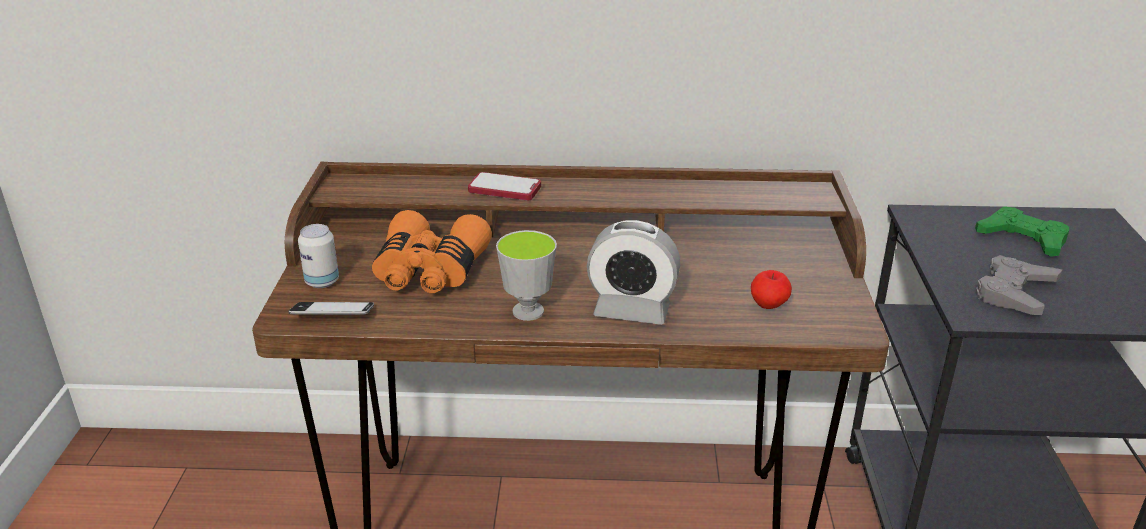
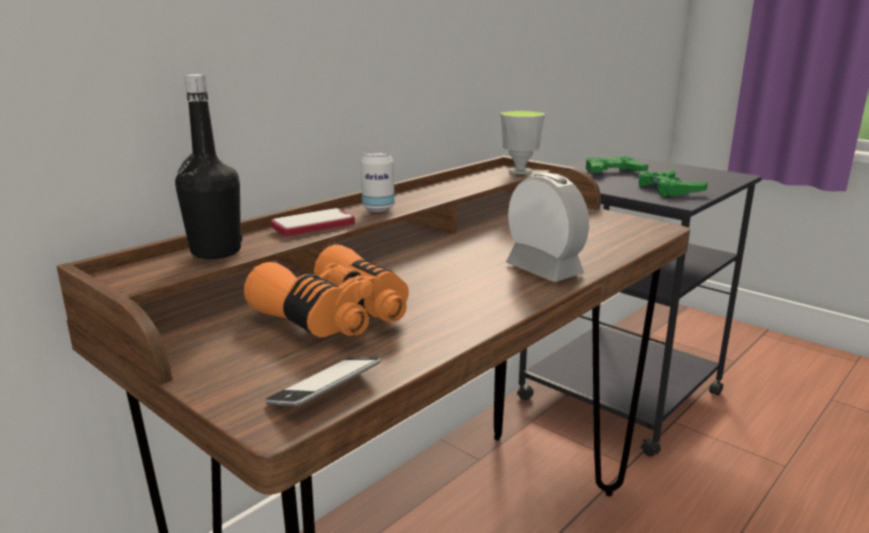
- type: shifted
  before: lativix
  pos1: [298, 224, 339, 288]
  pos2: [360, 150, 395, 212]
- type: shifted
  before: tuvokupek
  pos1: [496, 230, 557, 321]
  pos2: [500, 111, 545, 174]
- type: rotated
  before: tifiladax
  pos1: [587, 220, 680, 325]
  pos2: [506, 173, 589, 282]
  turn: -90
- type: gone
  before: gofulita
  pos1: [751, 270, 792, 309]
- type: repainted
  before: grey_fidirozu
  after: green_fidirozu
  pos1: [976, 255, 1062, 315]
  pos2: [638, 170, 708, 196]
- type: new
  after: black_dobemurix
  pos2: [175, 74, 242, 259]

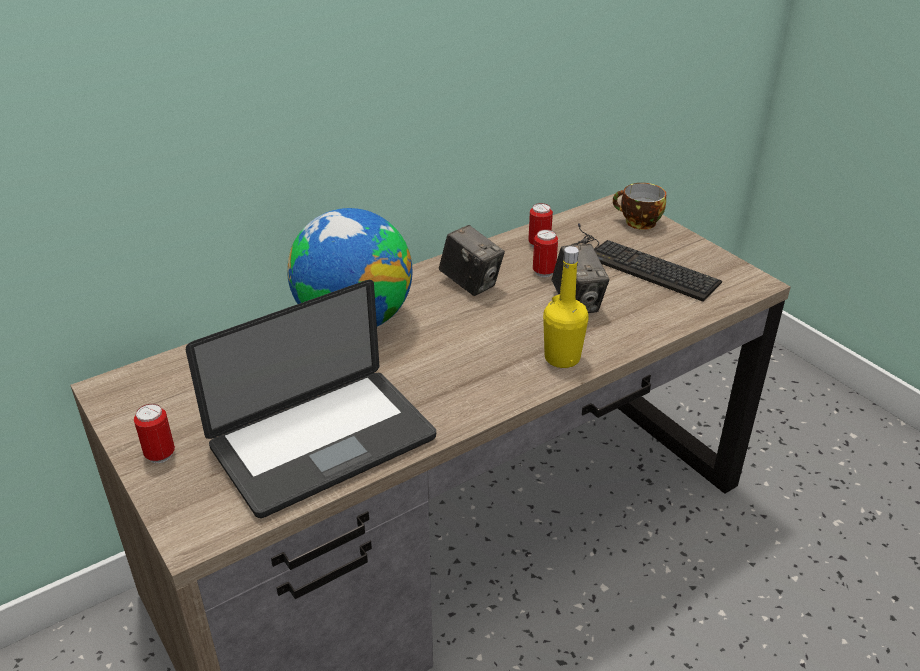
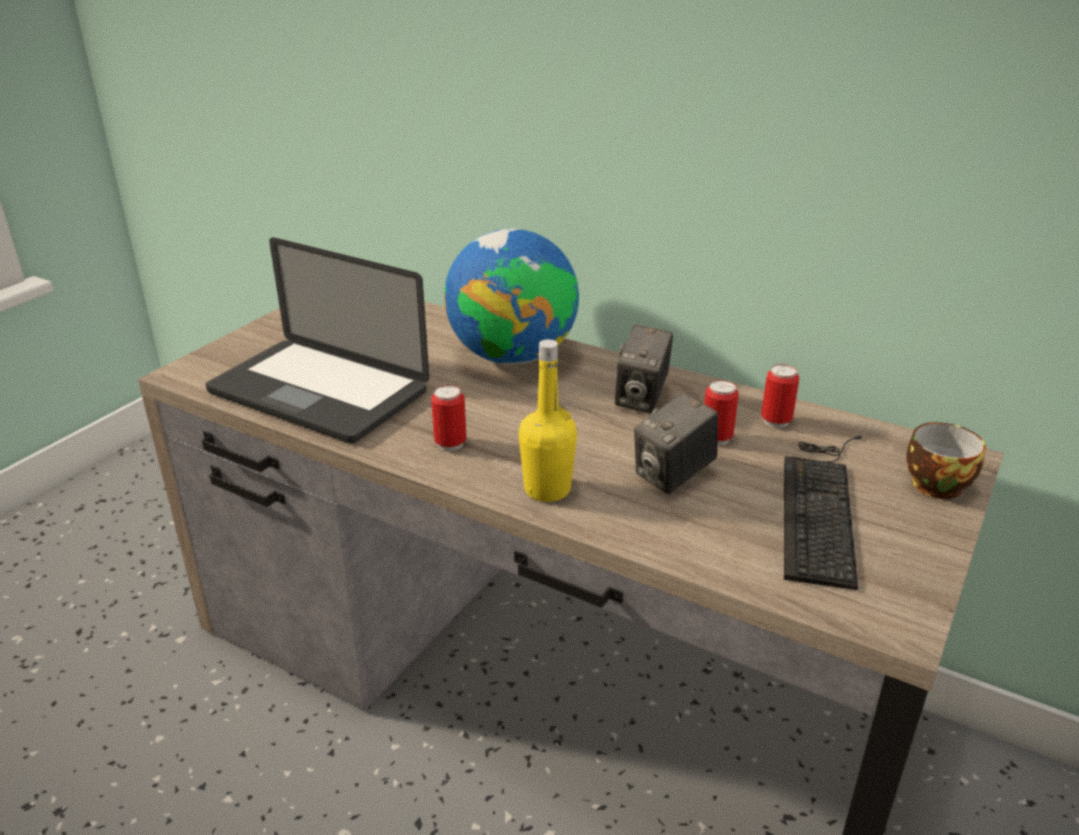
- type: shifted
  before: lativix
  pos1: [134, 404, 175, 463]
  pos2: [431, 385, 466, 451]

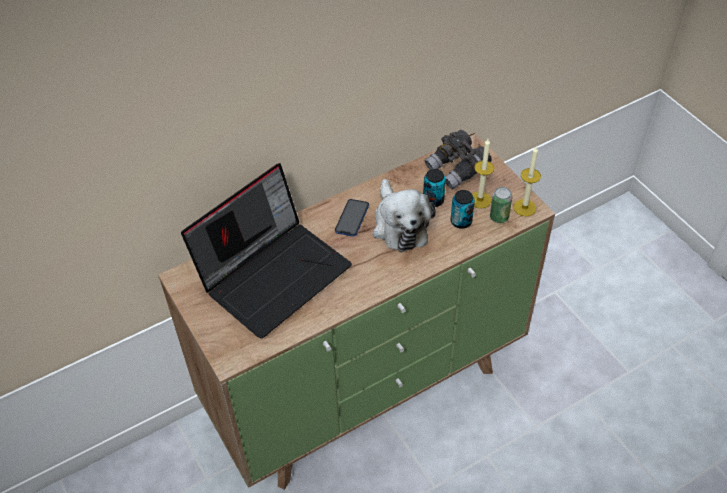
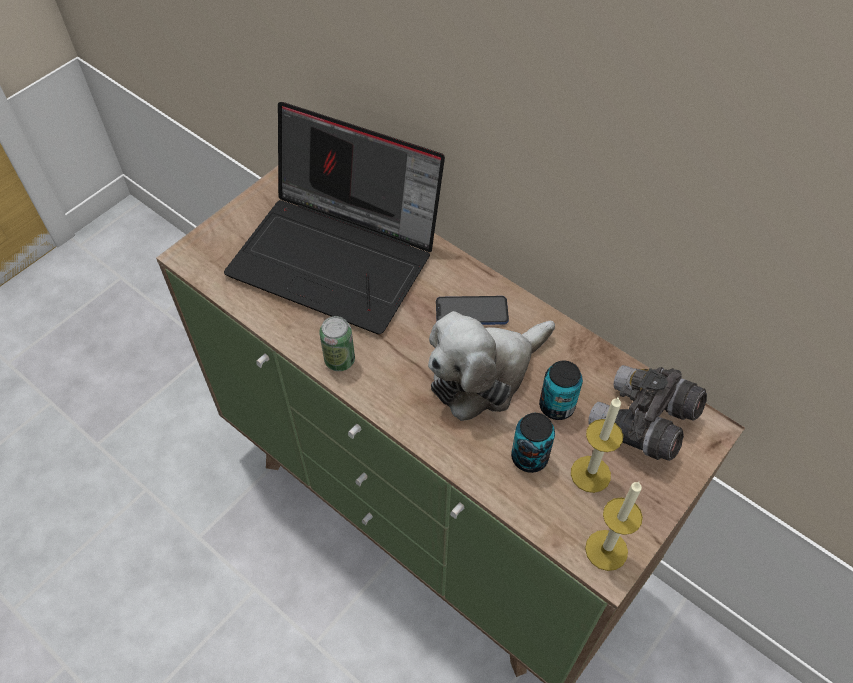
- type: shifted
  before: lativix
  pos1: [490, 187, 512, 223]
  pos2: [319, 316, 355, 371]

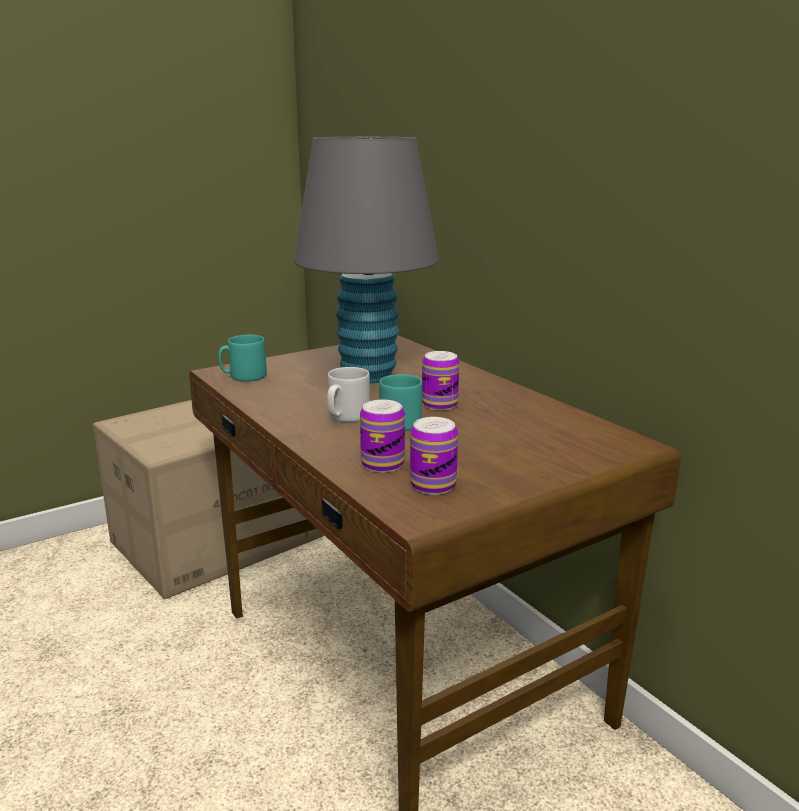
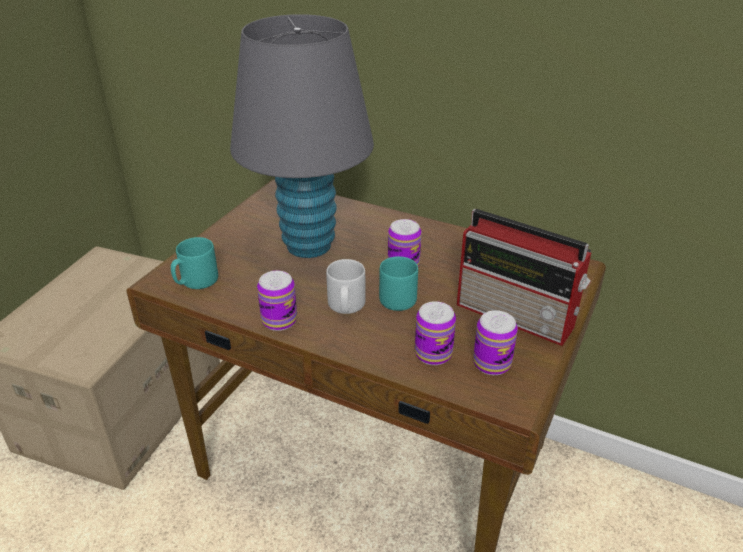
- type: new
  after: lativix
  pos2: [257, 270, 297, 331]
- type: new
  after: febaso
  pos2: [457, 209, 591, 346]

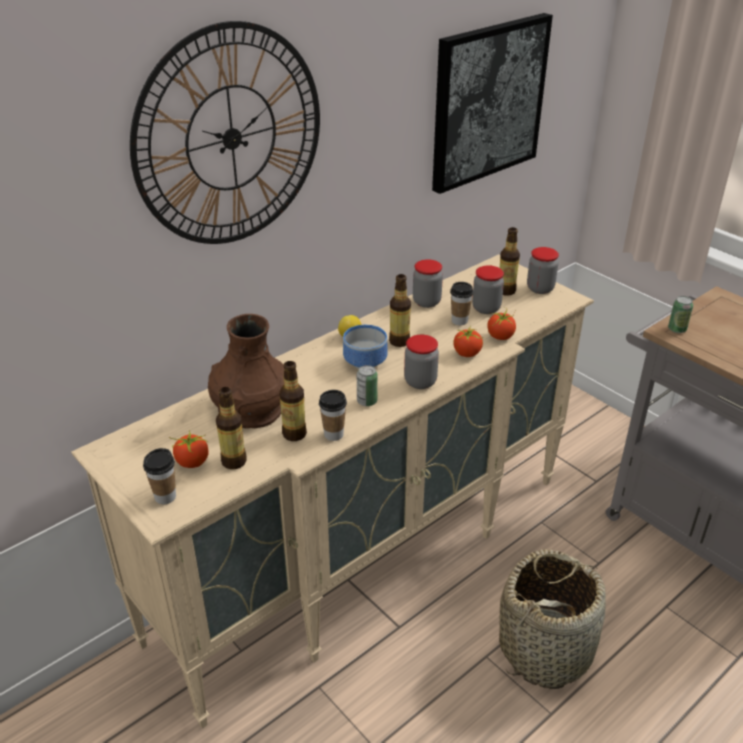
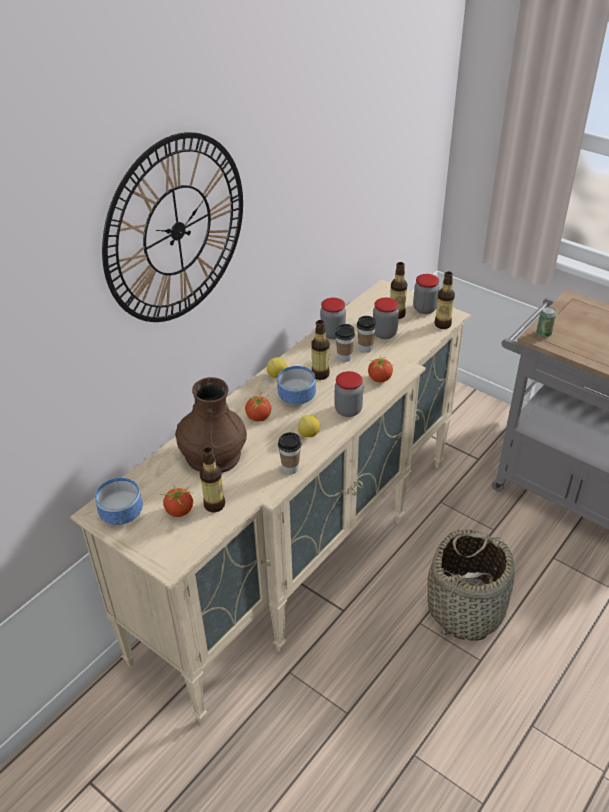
- type: shifted
  before: tuvokupek
  pos1: [143, 448, 176, 504]
  pos2: [335, 324, 355, 362]
- type: shifted
  before: dobemurix
  pos1: [279, 361, 307, 441]
  pos2: [434, 271, 455, 329]
- type: swapped
  before: lativix
  after: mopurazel
  pos1: [357, 365, 378, 406]
  pos2: [298, 415, 320, 437]
- type: gone
  before: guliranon
  pos1: [432, 13, 553, 194]
- type: shifted
  before: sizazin
  pos1: [487, 307, 516, 340]
  pos2: [245, 390, 271, 421]
- type: new
  after: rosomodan
  pos2: [95, 478, 143, 525]

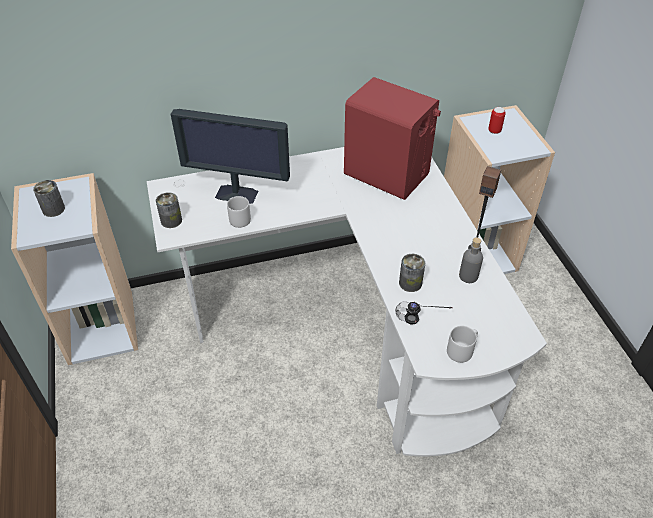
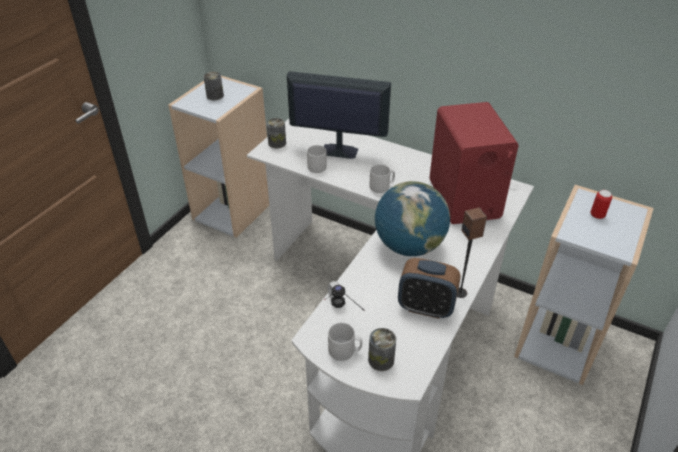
- type: rotated
  before: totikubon
  pos1: [171, 109, 290, 204]
  pos2: [287, 71, 391, 159]
  turn: 135
- type: shifted
  before: lativix
  pos1: [399, 254, 425, 292]
  pos2: [368, 328, 396, 371]
- type: swapped
  before: grey_dobemurix
  after: tifiladax
  pos1: [459, 237, 483, 283]
  pos2: [398, 258, 461, 319]
- type: new
  after: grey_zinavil
  pos2: [369, 164, 395, 193]
- type: new
  after: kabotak
  pos2: [375, 181, 450, 256]

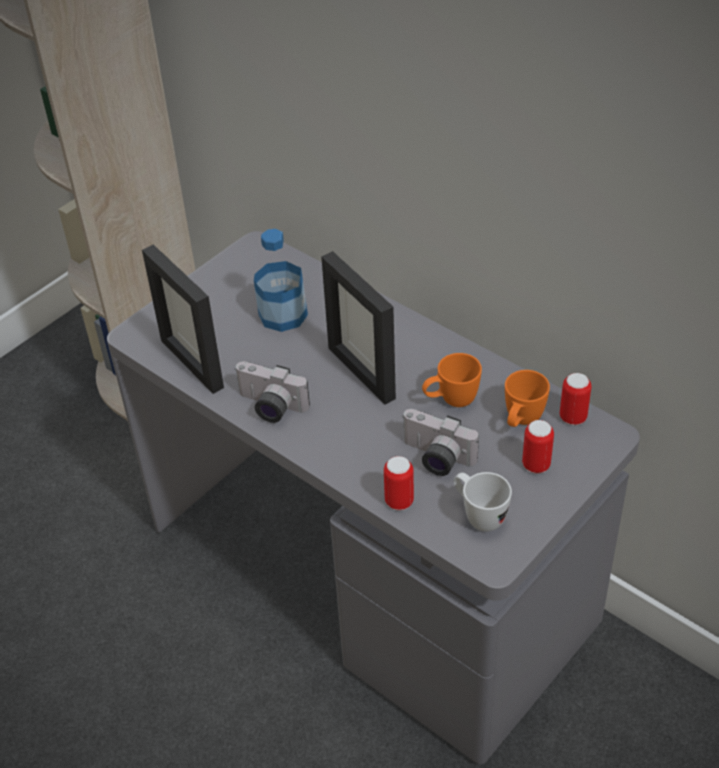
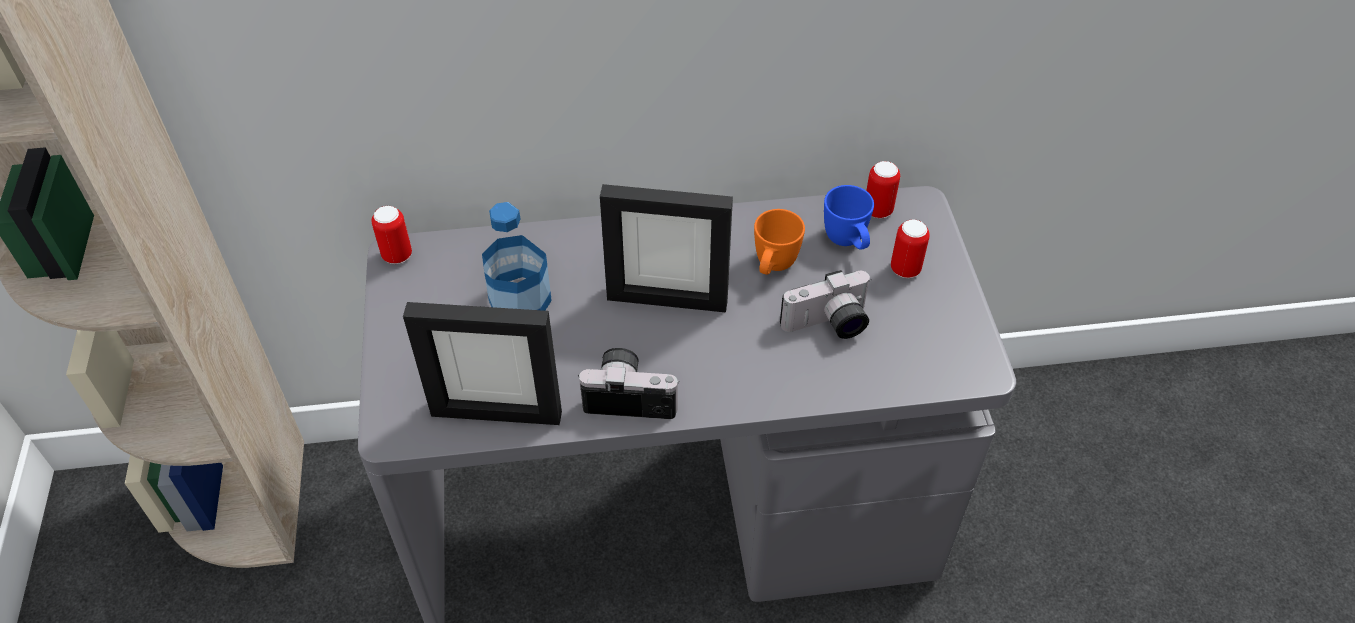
- type: rotated
  before: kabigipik
  pos1: [234, 361, 310, 423]
  pos2: [578, 348, 680, 419]
  turn: -150
- type: shifted
  before: lativix
  pos1: [384, 456, 414, 510]
  pos2: [372, 206, 412, 264]
- type: gone
  before: white_zinavil
  pos1: [453, 472, 512, 531]
- type: repainted
  before: orange_zinavil
  after: blue_zinavil
  pos1: [505, 370, 550, 427]
  pos2: [824, 185, 874, 250]

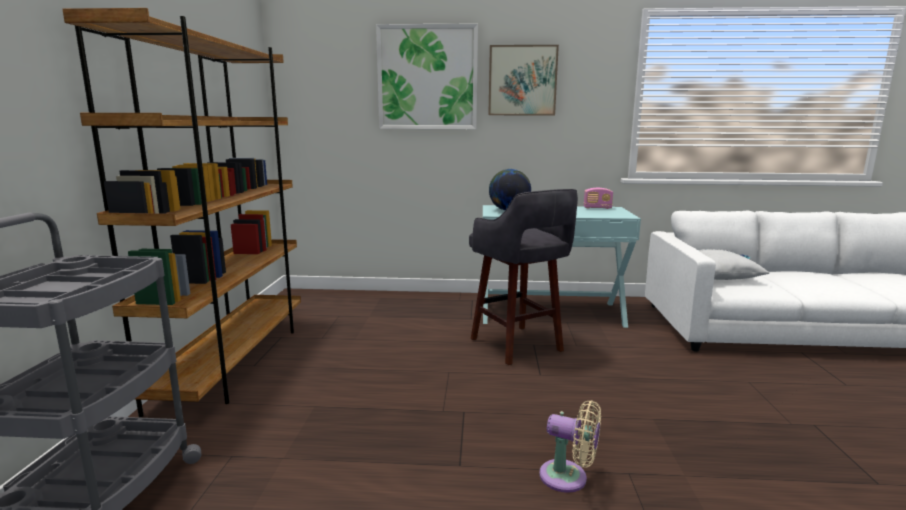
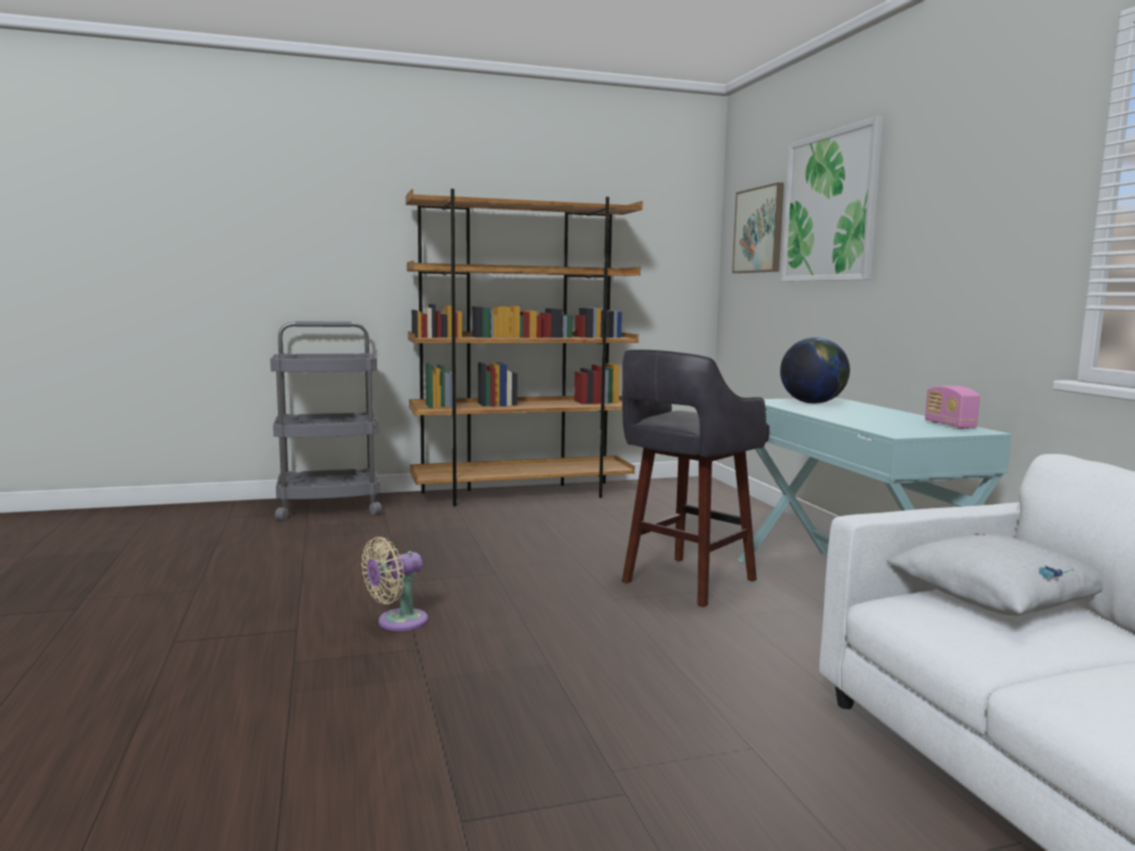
- type: shifted
  before: guliranon
  pos1: [488, 45, 559, 116]
  pos2: [732, 182, 784, 273]
- type: rotated
  before: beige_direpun
  pos1: [539, 400, 601, 493]
  pos2: [361, 537, 428, 631]
  turn: 45

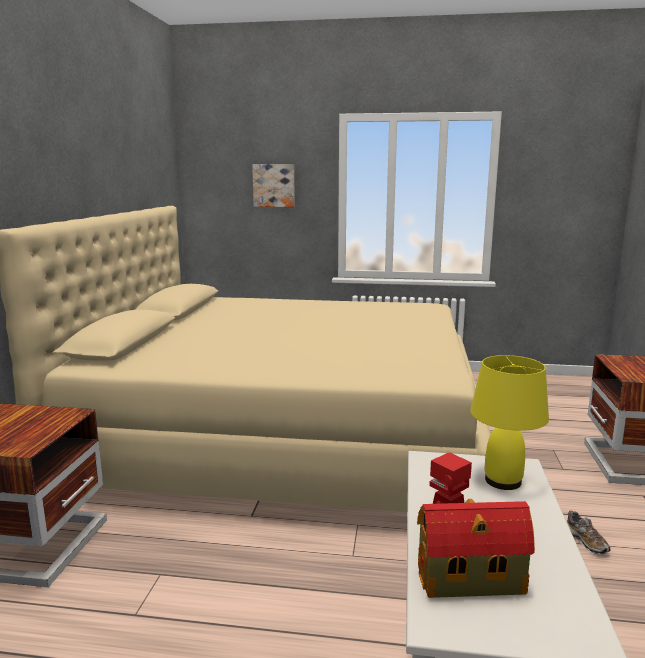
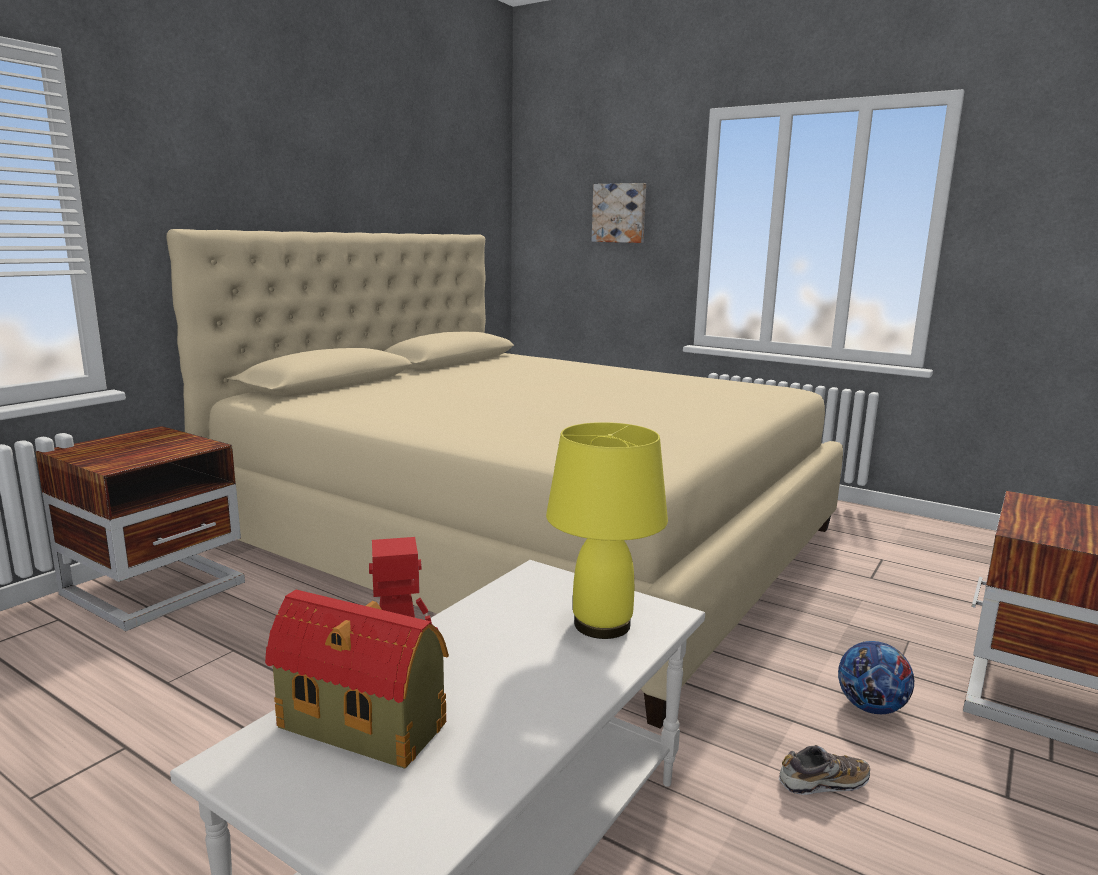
- type: rotated
  before: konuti
  pos1: [566, 510, 611, 555]
  pos2: [778, 745, 870, 795]
  turn: -105
- type: new
  after: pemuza
  pos2: [838, 641, 914, 714]

